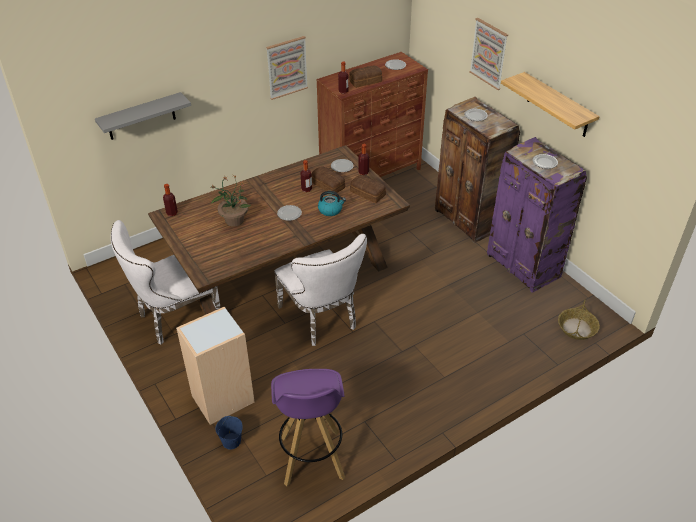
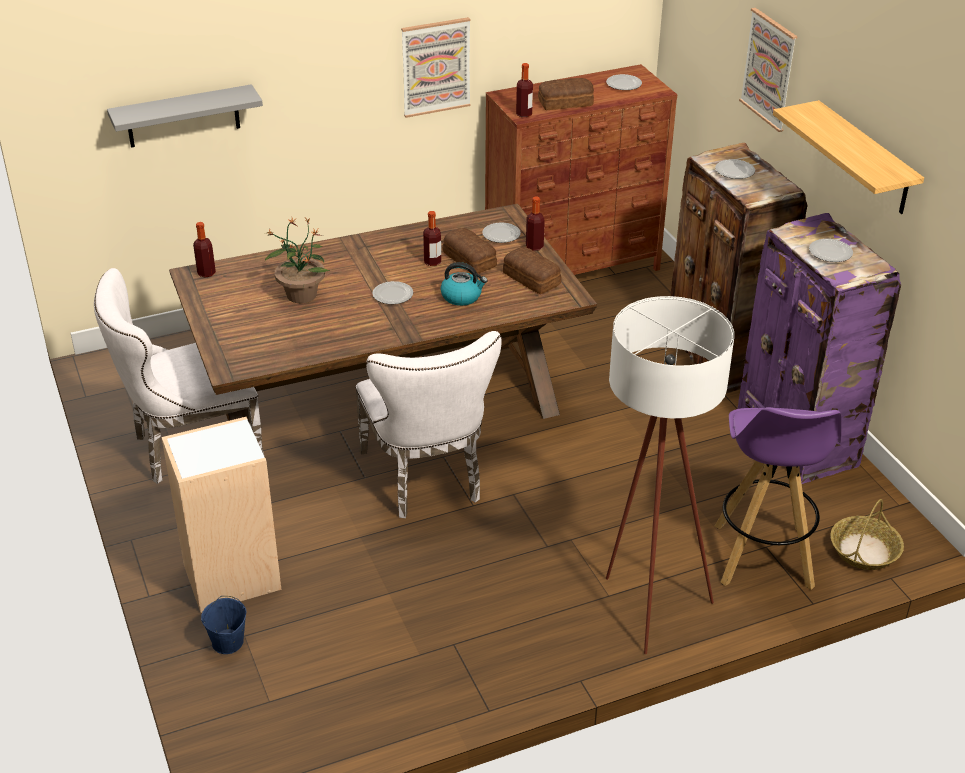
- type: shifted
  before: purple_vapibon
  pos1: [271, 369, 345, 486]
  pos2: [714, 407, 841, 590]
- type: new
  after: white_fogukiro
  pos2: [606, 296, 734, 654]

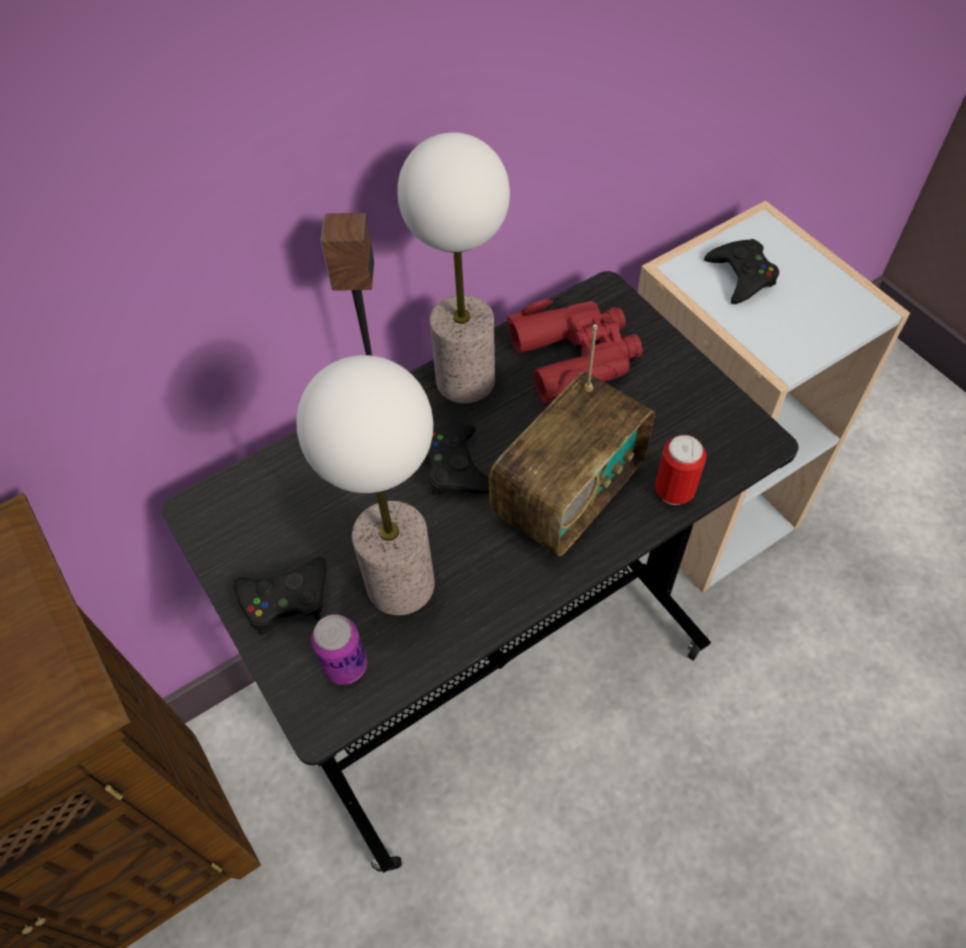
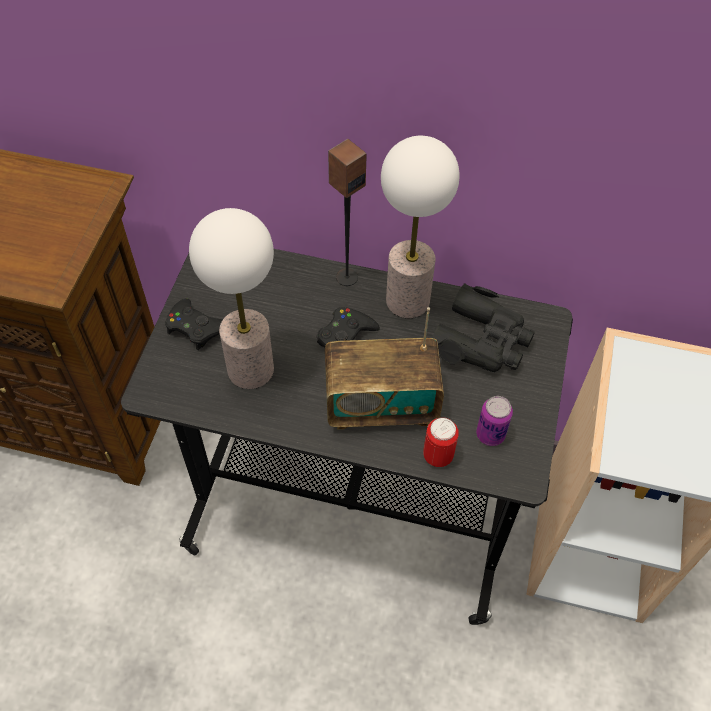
- type: shifted
  before: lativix
  pos1: [312, 614, 367, 685]
  pos2: [476, 396, 513, 446]
- type: repainted
  before: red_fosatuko
  after: black_fosatuko
  pos1: [507, 299, 643, 404]
  pos2: [432, 283, 535, 372]
- type: gone
  before: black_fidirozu
  pos1: [704, 239, 779, 304]

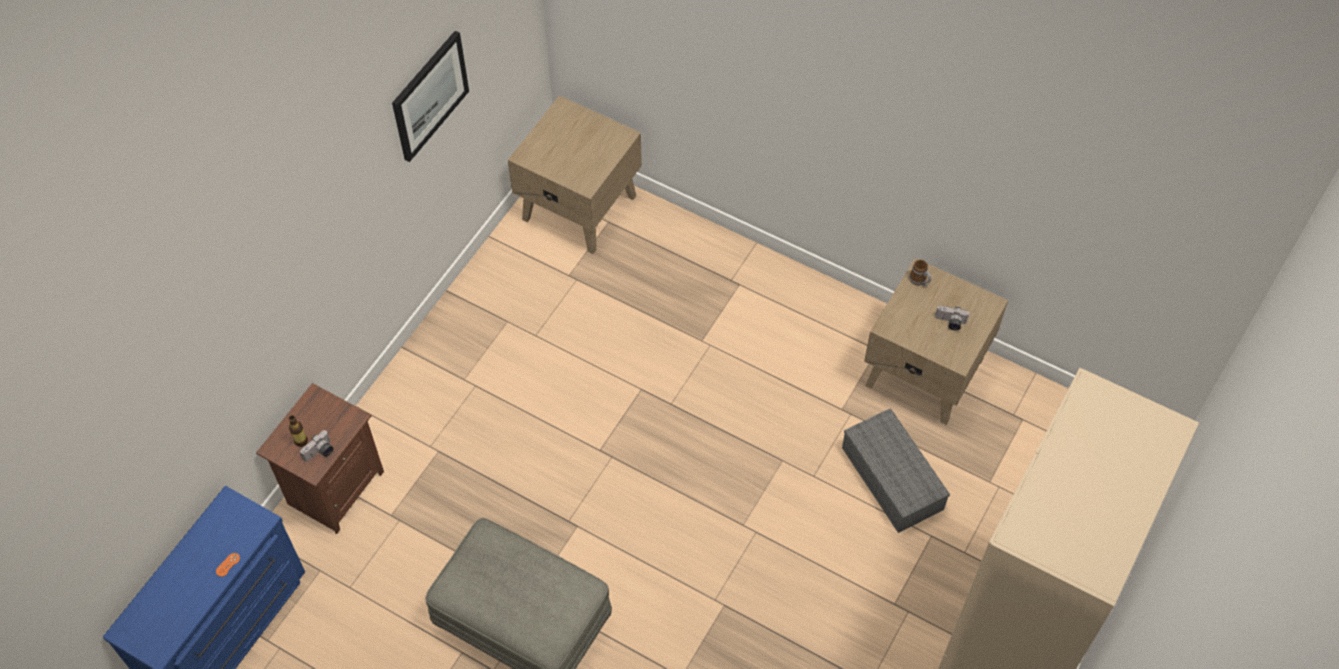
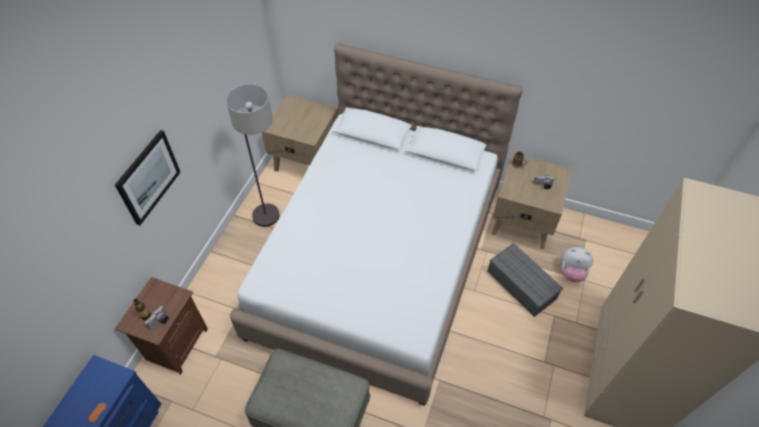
- type: shifted
  before: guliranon
  pos1: [392, 31, 469, 162]
  pos2: [115, 130, 181, 225]
- type: new
  after: grey_fogukiro
  pos2: [226, 84, 280, 227]
- type: new
  after: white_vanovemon
  pos2: [230, 43, 522, 405]
- type: new
  after: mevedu
  pos2: [561, 247, 593, 282]

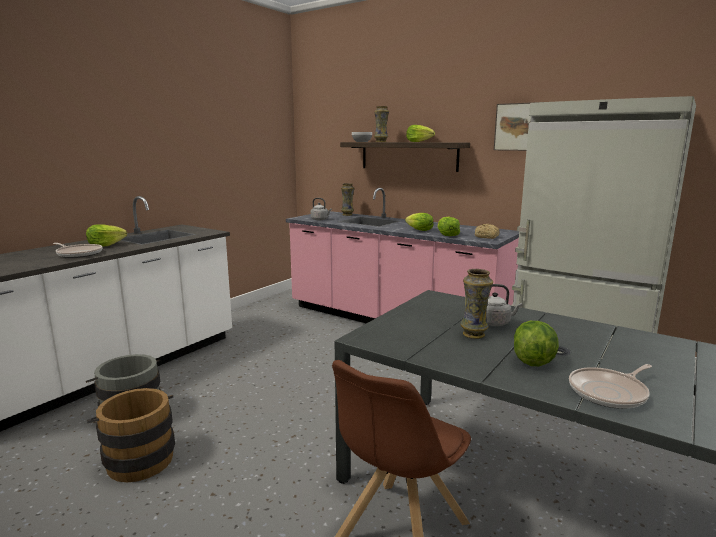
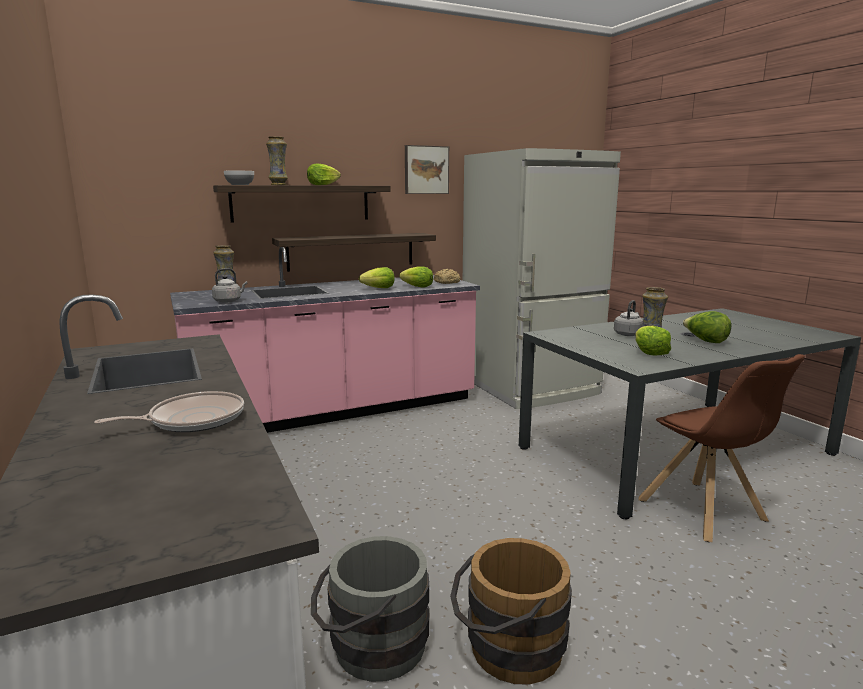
- type: shifted
  before: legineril
  pos1: [86, 224, 127, 247]
  pos2: [636, 326, 671, 356]
- type: gone
  before: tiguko
  pos1: [569, 364, 652, 409]
- type: new
  after: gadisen
  pos2: [272, 233, 436, 272]

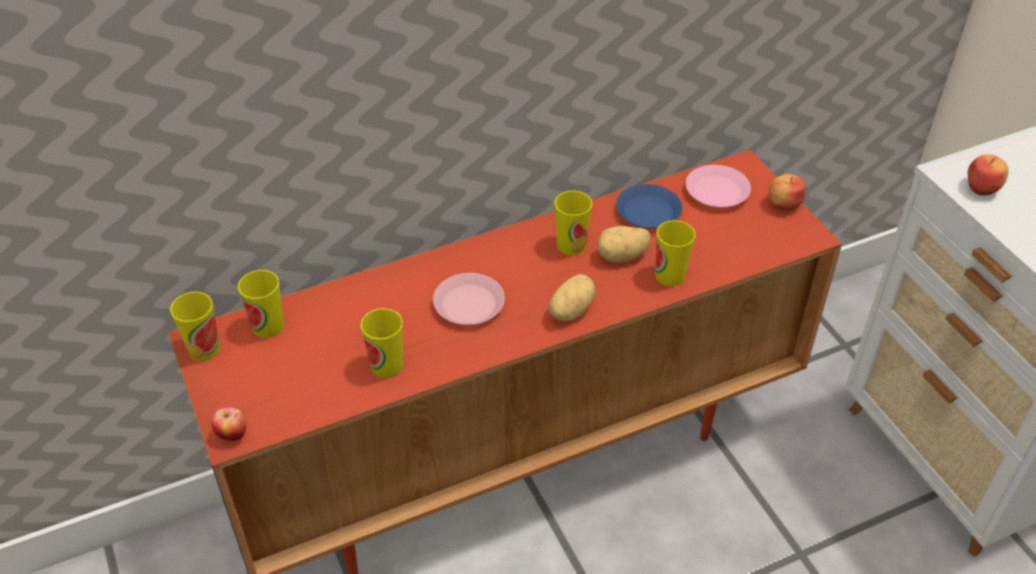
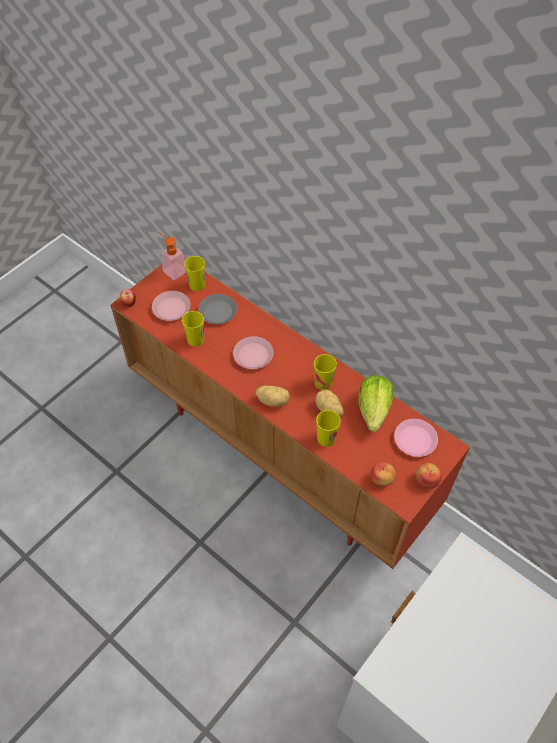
- type: swapped
  before: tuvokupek
  after: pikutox
  pos1: [170, 292, 220, 361]
  pos2: [158, 232, 186, 280]
- type: swapped
  before: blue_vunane
  after: legineril
  pos1: [616, 184, 682, 229]
  pos2: [358, 375, 394, 432]
- type: shifted
  before: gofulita
  pos1: [968, 154, 1009, 195]
  pos2: [370, 462, 396, 486]
- type: new
  after: pink_vunane
  pos2: [152, 291, 190, 321]
- type: new
  after: grey_vunane
  pos2: [198, 294, 237, 324]

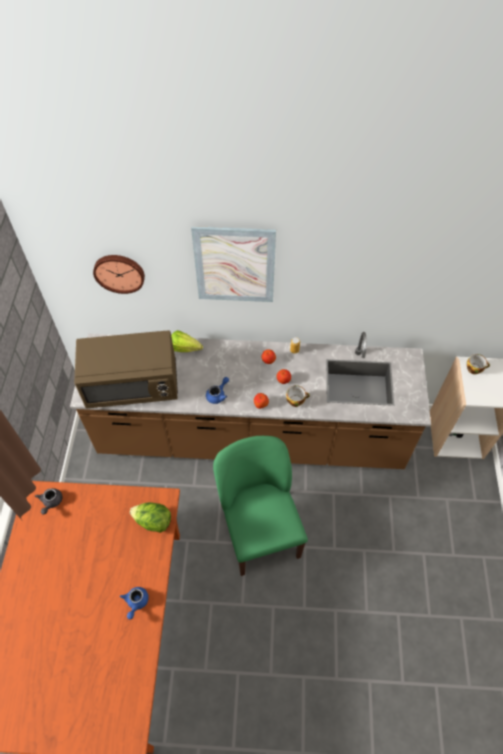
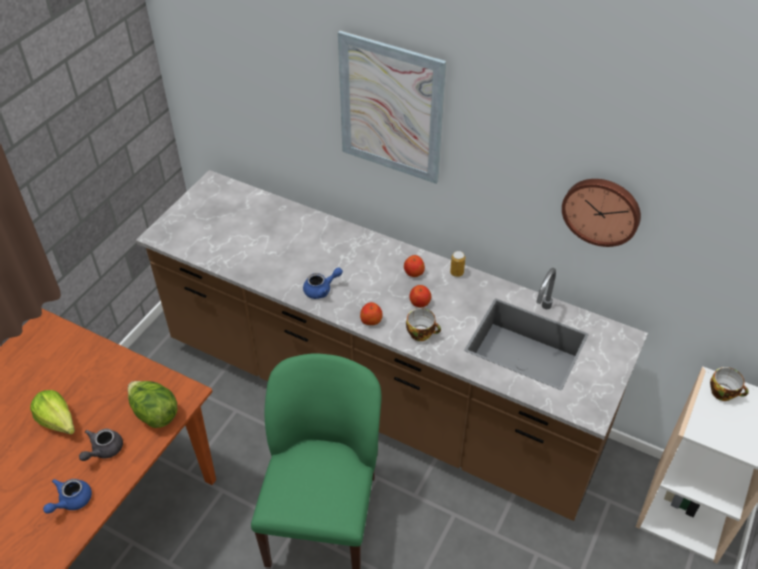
- type: shifted
  before: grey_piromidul
  pos1: [35, 488, 62, 515]
  pos2: [79, 429, 123, 461]
- type: gone
  before: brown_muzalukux
  pos1: [74, 330, 178, 409]
- type: shifted
  before: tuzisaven
  pos1: [93, 255, 145, 294]
  pos2: [562, 179, 641, 247]
- type: shifted
  before: legineril
  pos1: [171, 330, 203, 352]
  pos2: [30, 390, 75, 435]

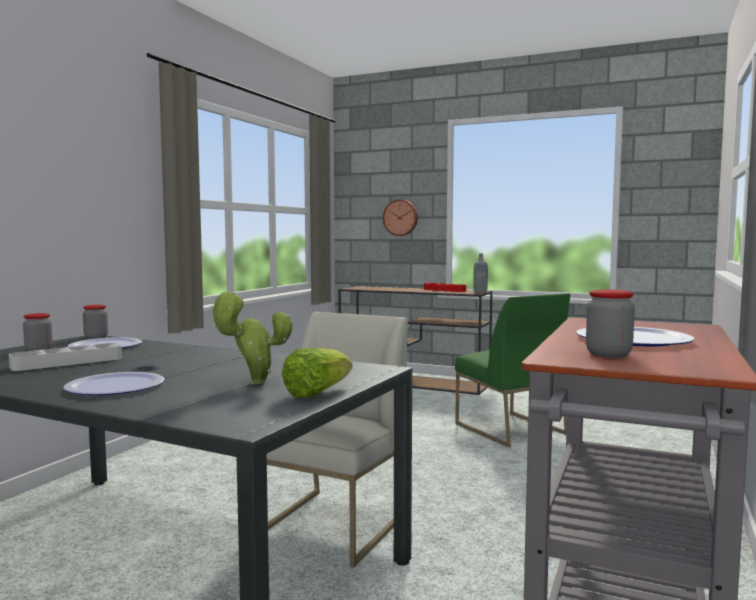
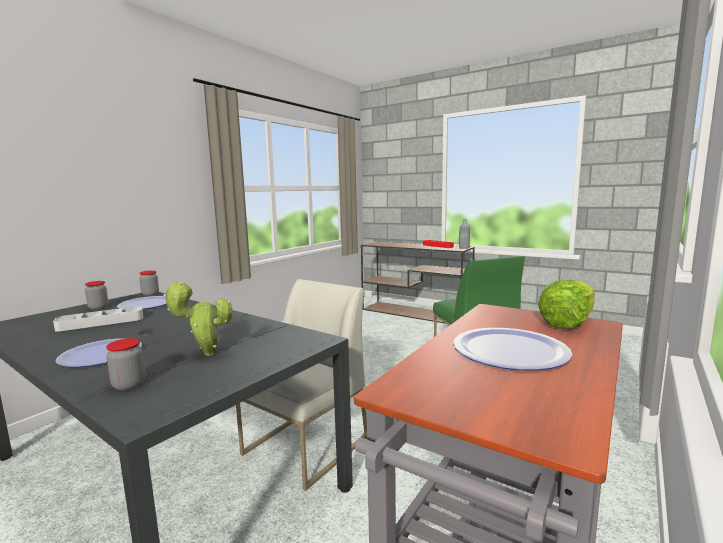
- type: shifted
  before: legineril
  pos1: [282, 348, 352, 398]
  pos2: [538, 280, 595, 329]
- type: gone
  before: tuzisaven
  pos1: [383, 200, 418, 236]
- type: shifted
  before: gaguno
  pos1: [586, 289, 635, 358]
  pos2: [106, 338, 146, 390]

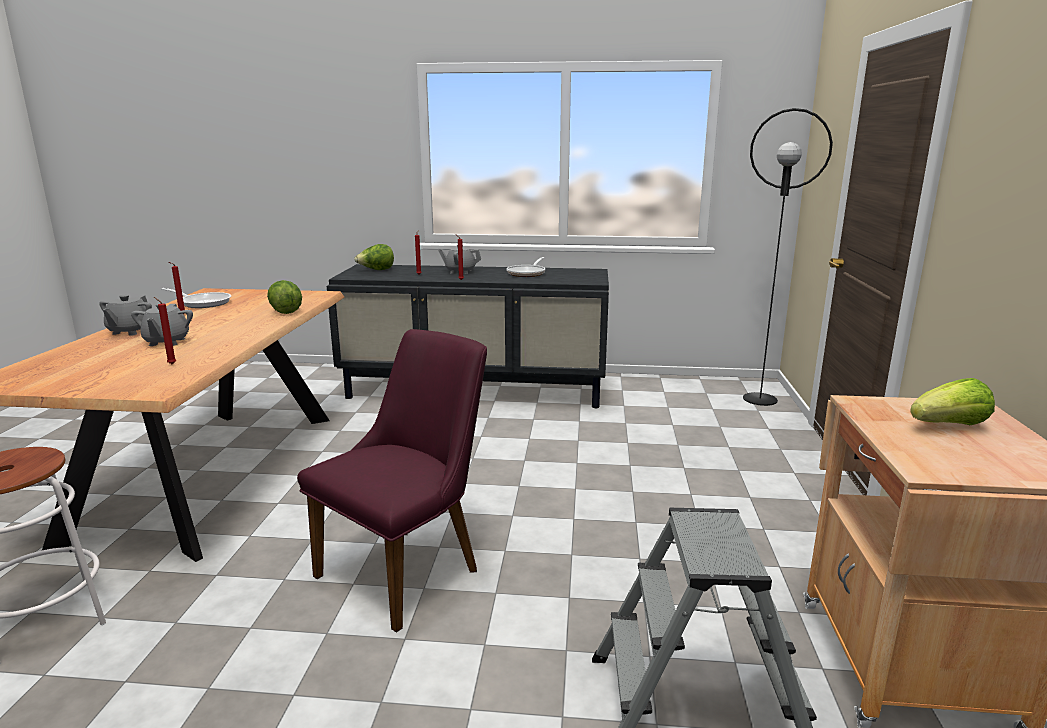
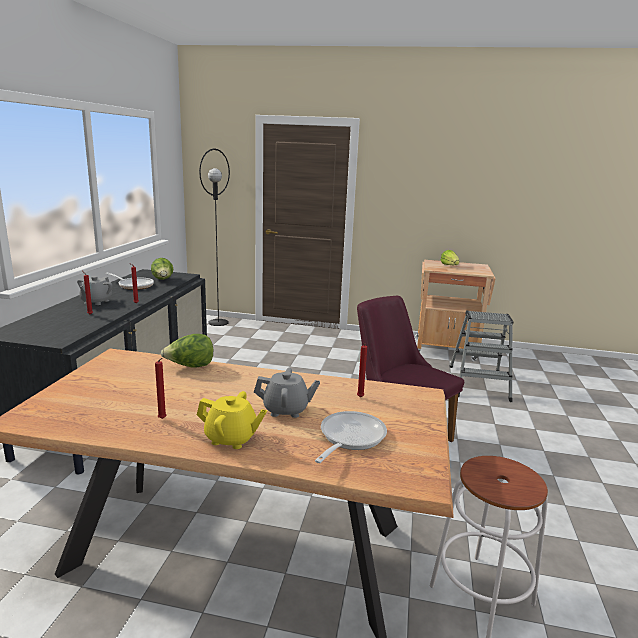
- type: repainted
  before: grey_piromidul
  after: yellow_piromidul
  pos1: [99, 295, 152, 336]
  pos2: [197, 391, 267, 449]
- type: shifted
  before: tiguko
  pos1: [162, 288, 231, 308]
  pos2: [315, 411, 387, 463]
- type: shifted
  before: legineril
  pos1: [354, 244, 394, 270]
  pos2: [151, 258, 173, 280]

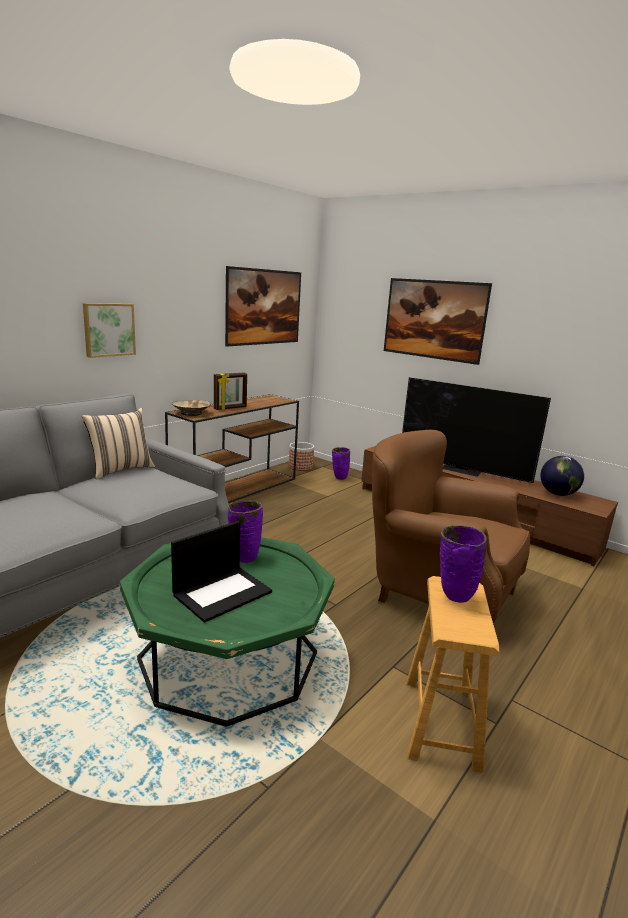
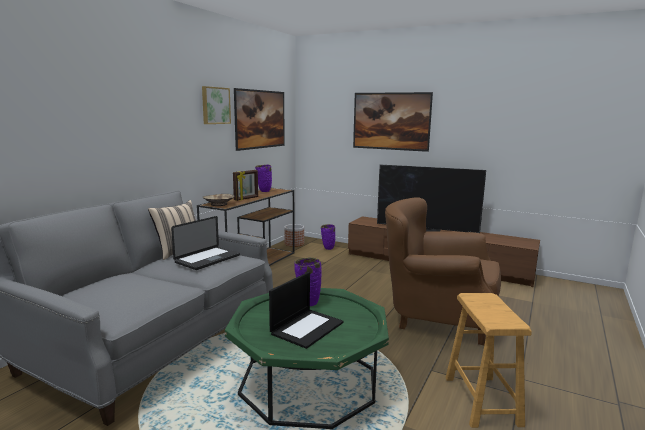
- type: shifted
  before: guliranon
  pos1: [83, 303, 136, 358]
  pos2: [202, 86, 231, 124]
- type: shifted
  before: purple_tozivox
  pos1: [440, 525, 487, 603]
  pos2: [255, 165, 272, 192]
- type: gone
  before: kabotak
  pos1: [540, 456, 584, 496]
- type: new
  after: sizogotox
  pos2: [171, 216, 240, 270]

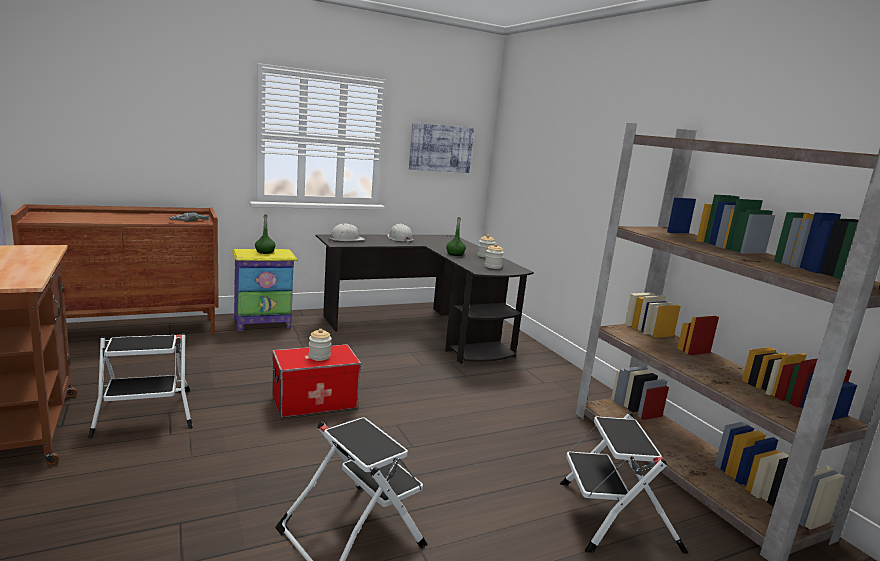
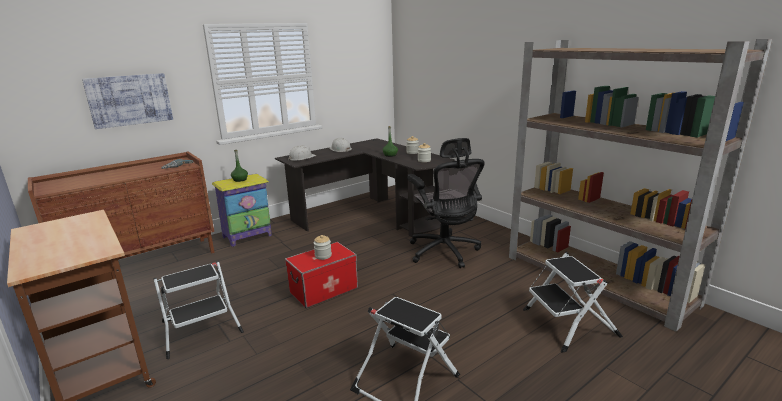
- type: shifted
  before: guliranon
  pos1: [409, 123, 474, 173]
  pos2: [82, 73, 173, 129]
- type: new
  after: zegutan
  pos2: [407, 138, 485, 268]

